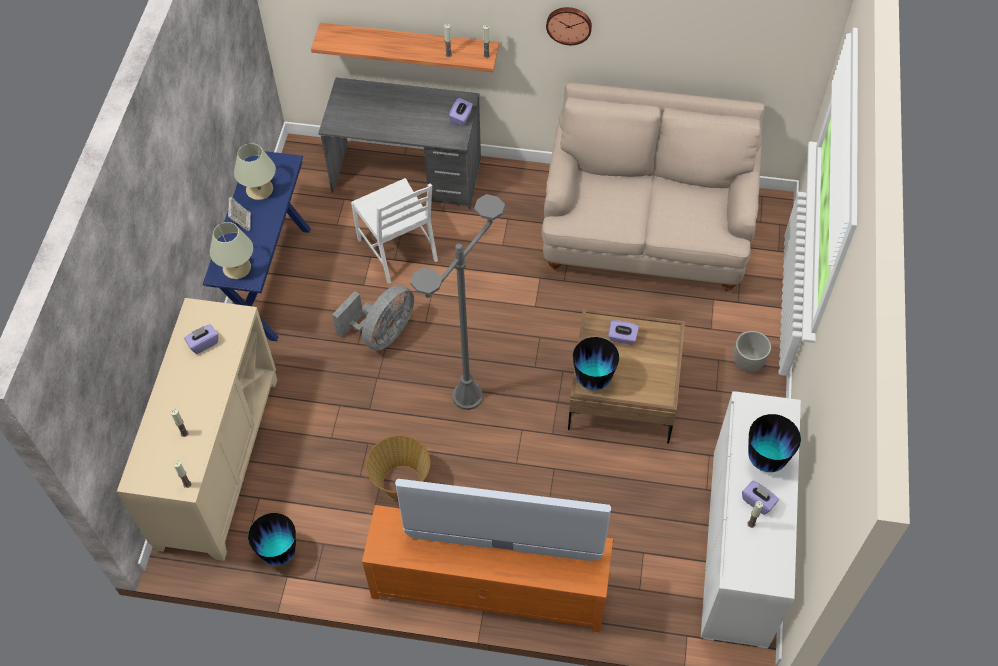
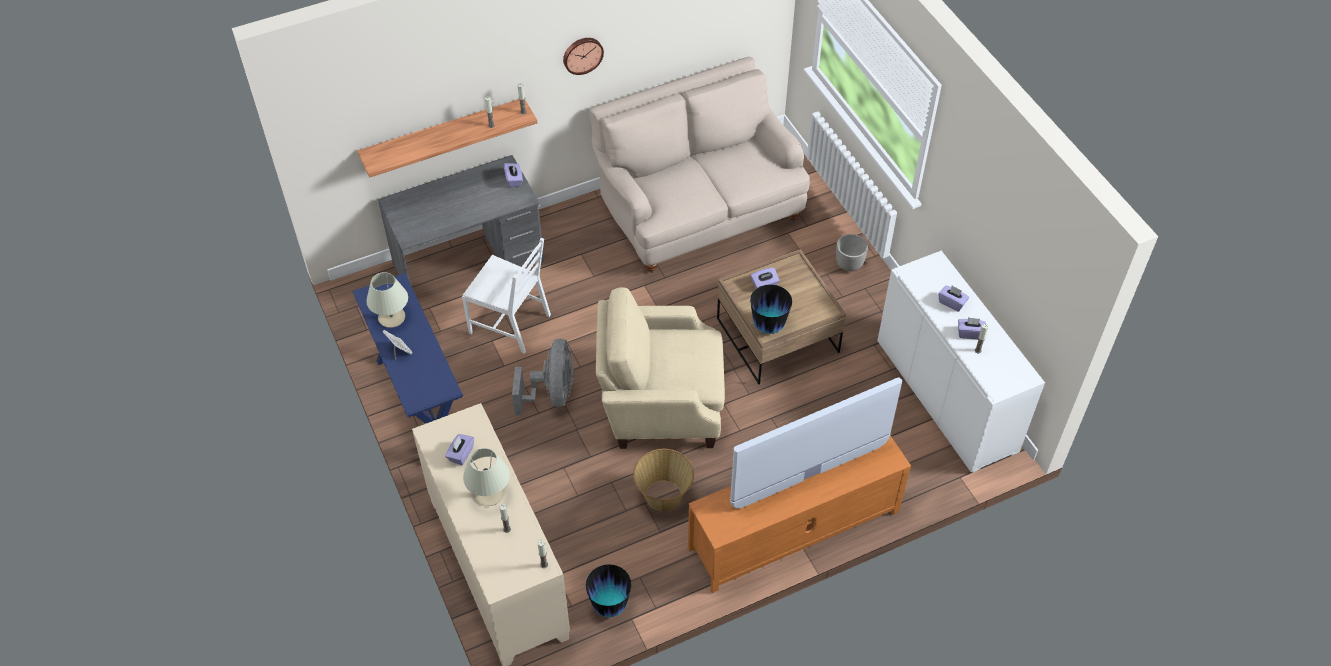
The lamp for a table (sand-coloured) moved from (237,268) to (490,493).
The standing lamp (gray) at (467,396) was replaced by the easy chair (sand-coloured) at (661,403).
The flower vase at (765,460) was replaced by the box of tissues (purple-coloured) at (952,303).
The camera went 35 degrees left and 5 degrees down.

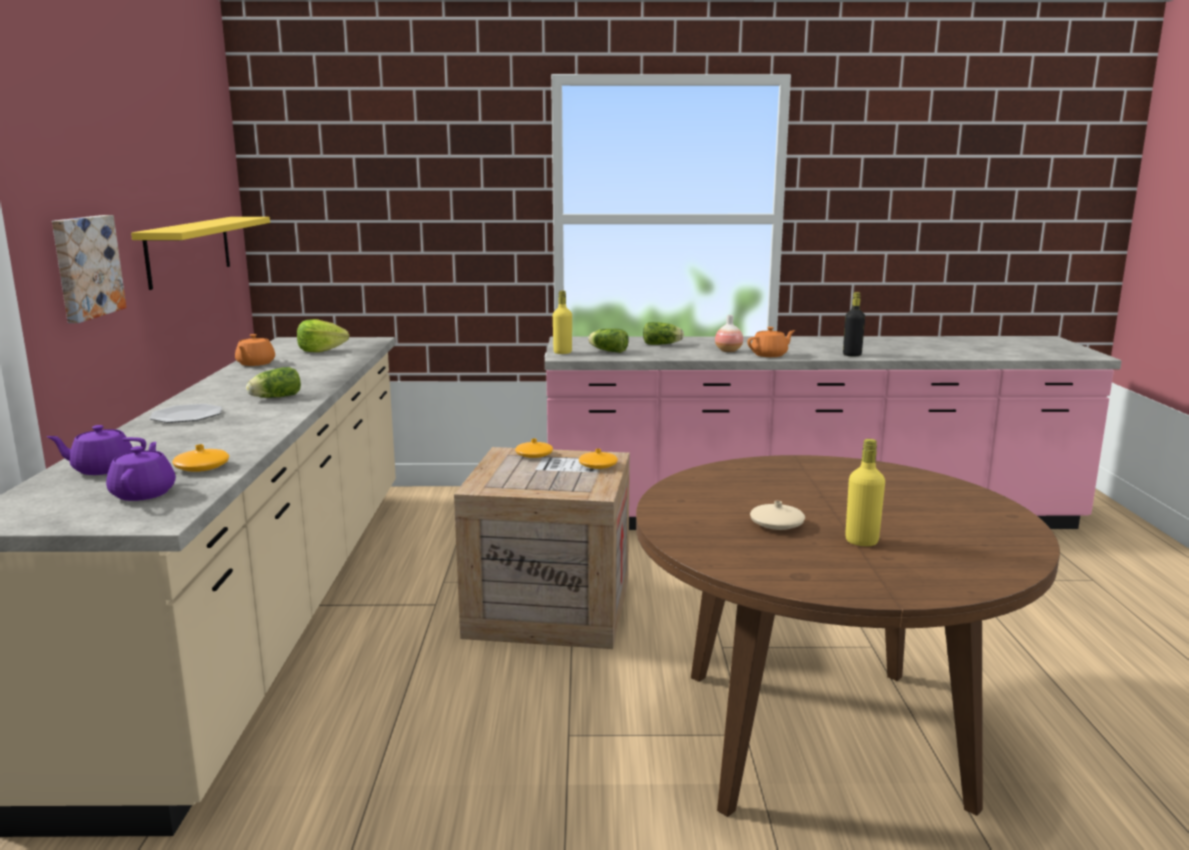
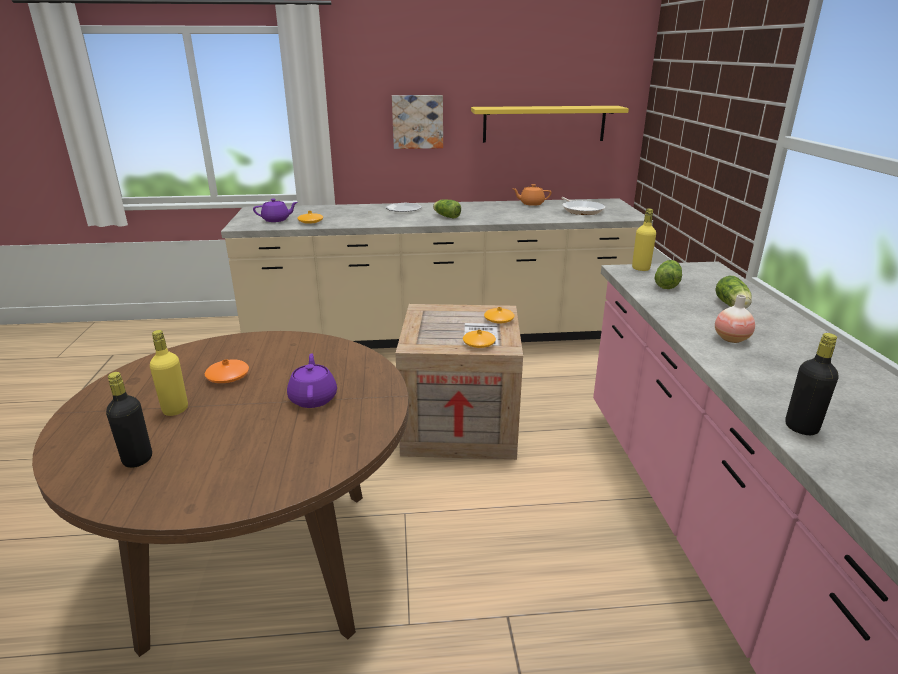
The pot for tea (purple-coloured) moved from (102,469) to (313,398).
The head of lettuce at (320,351) was replaced by the frying pan at (581,210).
The pot for tea (orangey) at (770,355) disappeared.
The flower vase (sand-coloured) at (776,524) became the flower vase (orangey) at (228,377).
The bottle (black-coloured) at (138,459) appeared.
The camera went 85 degrees right and 10 degrees up.

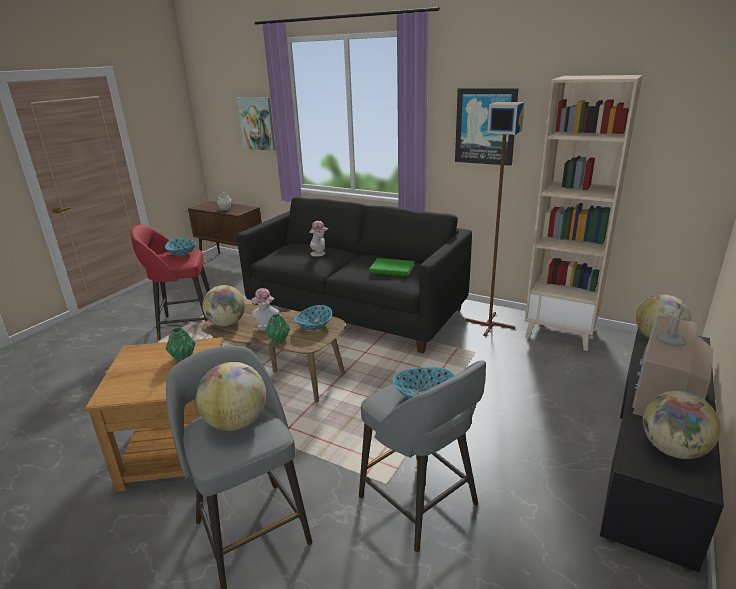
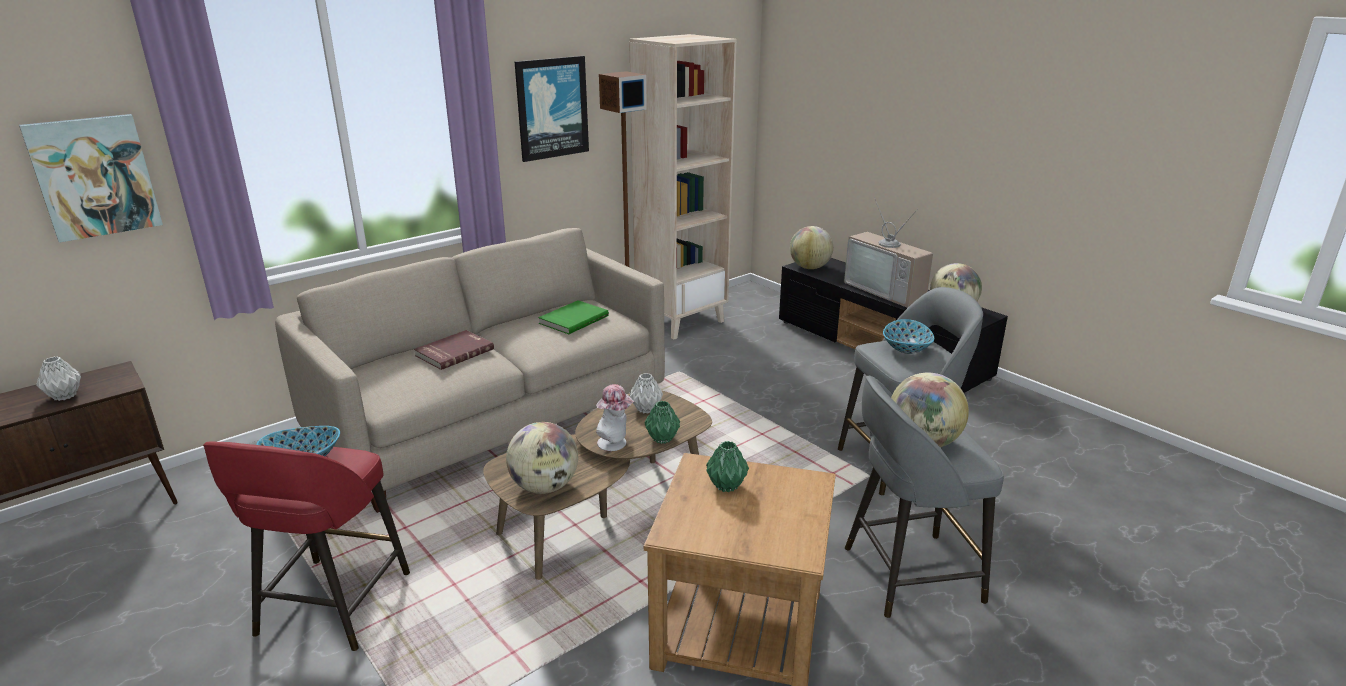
The couch (black-coloured) at (356,310) became the couch (sand-coloured) at (493,420).
The bowl at (314,326) was replaced by the flower vase (gray) at (645,409).
The wearable hat at (320,253) was replaced by the bound book (red) at (454,352).
The camera went 70 degrees left and 0 degrees up.

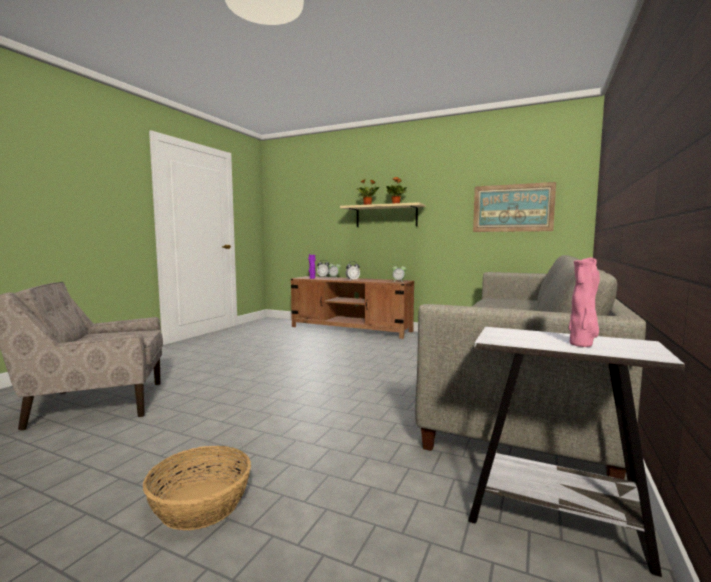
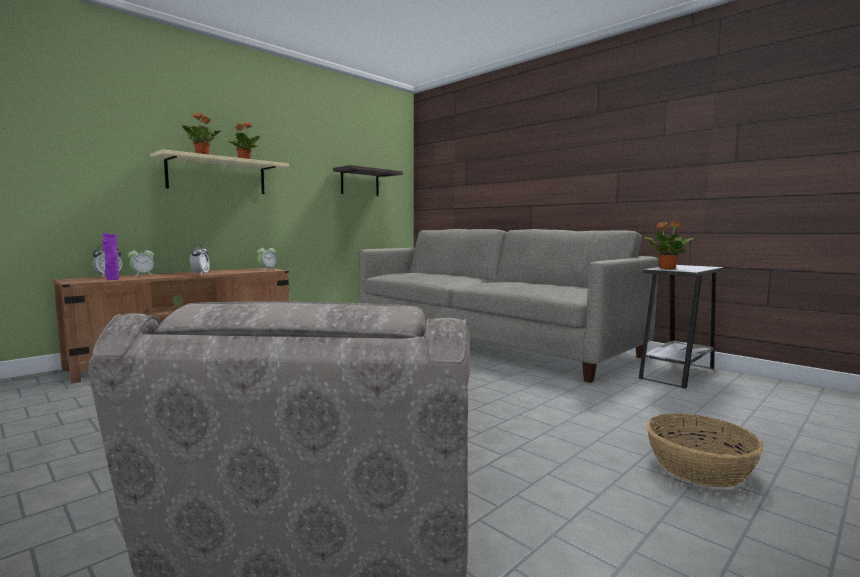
The picture at (512,208) was replaced by the shelf at (360,183).
The flower vase (pinkish) at (582,345) disappeared.
The plant in a pot at (666,269) appeared.
The camera went 70 degrees left and 0 degrees up.

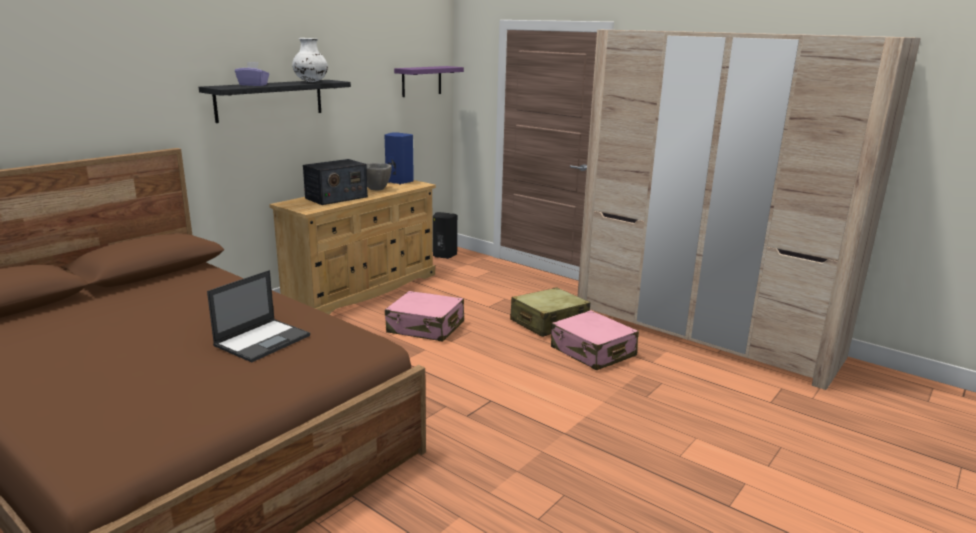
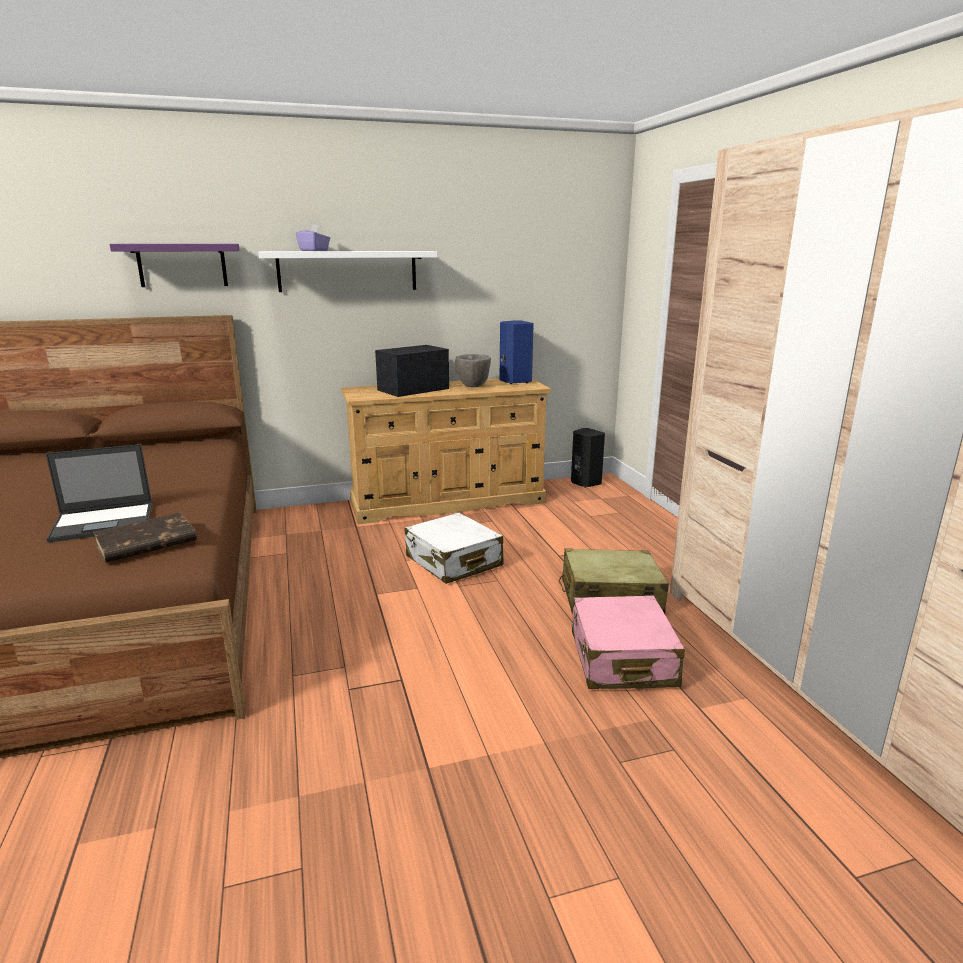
The shelf (black-coloured) at (270,100) became the shelf (white) at (347,271).
The flower vase (white) at (311,82) disappeared.
The radio receiver at (336,198) turned 150 degrees clockwise.
The piece of luggage (pinkish) at (425,327) became the piece of luggage (white) at (453,562).
The shelf (purple-coloured) moved from (421,81) to (182,265).
The bound book (brown) at (145,543) appeared.
The camera went 35 degrees right and 0 degrees up.

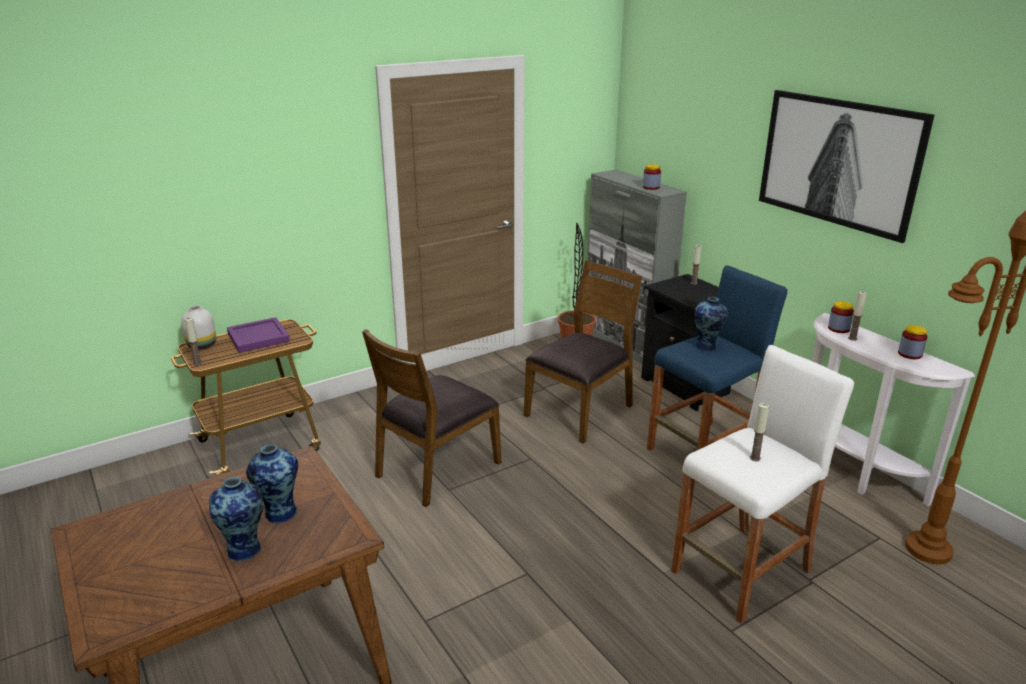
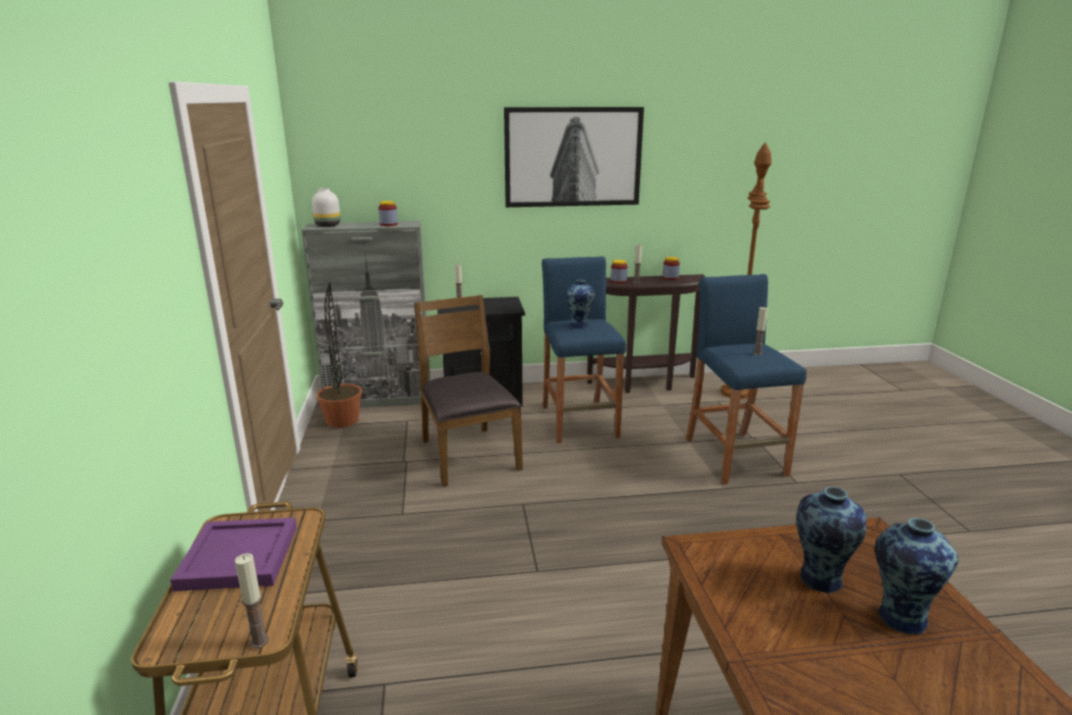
The flower vase (white) moved from (202,346) to (328,225).
The plain chair (brown) at (436,468) disappeared.
The sitting stool (white) at (742,572) became the sitting stool (blue) at (735,457).
The hall table (white) at (850,472) became the hall table (brown) at (645,384).
The camera went 65 degrees left and 5 degrees down.

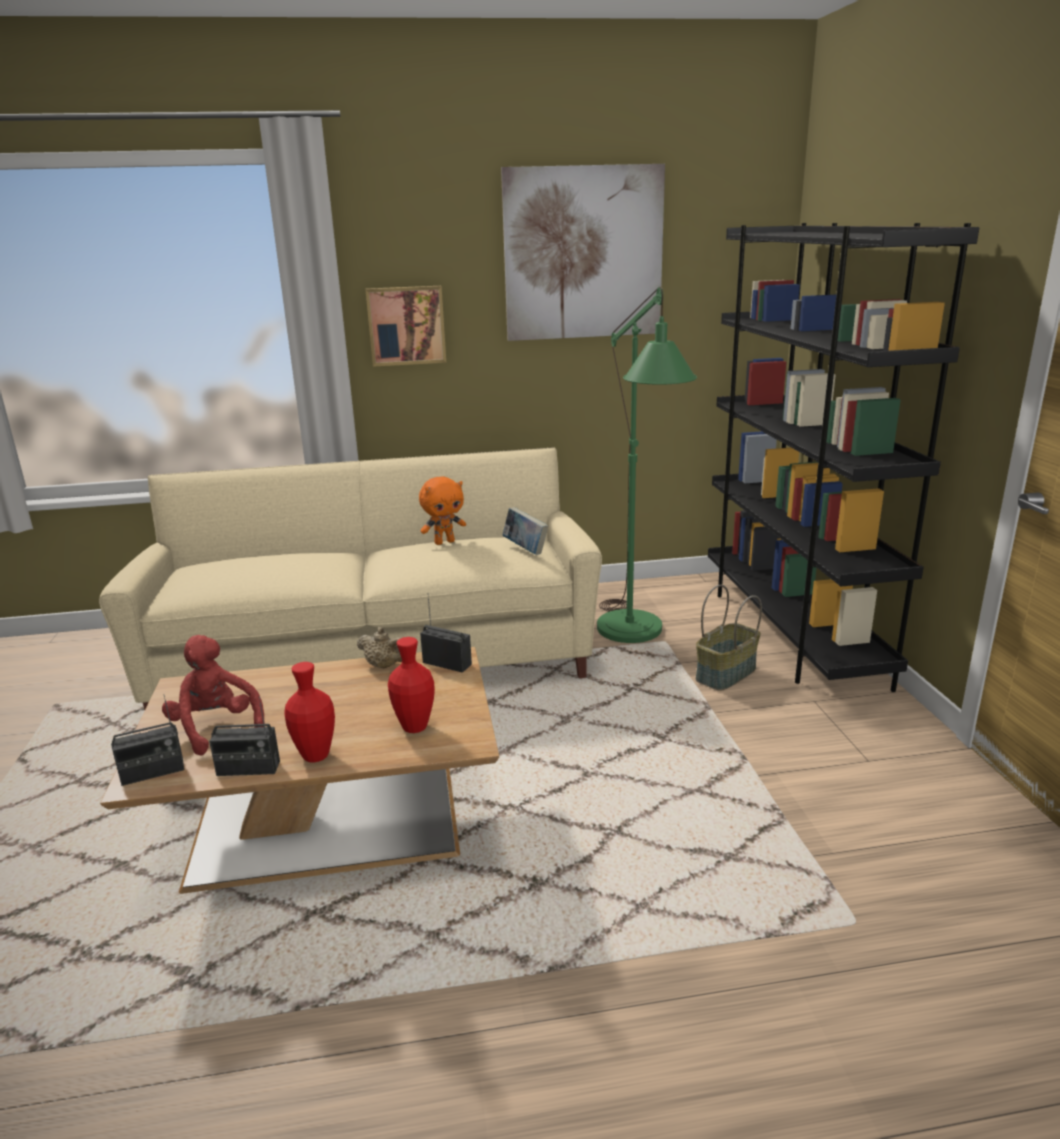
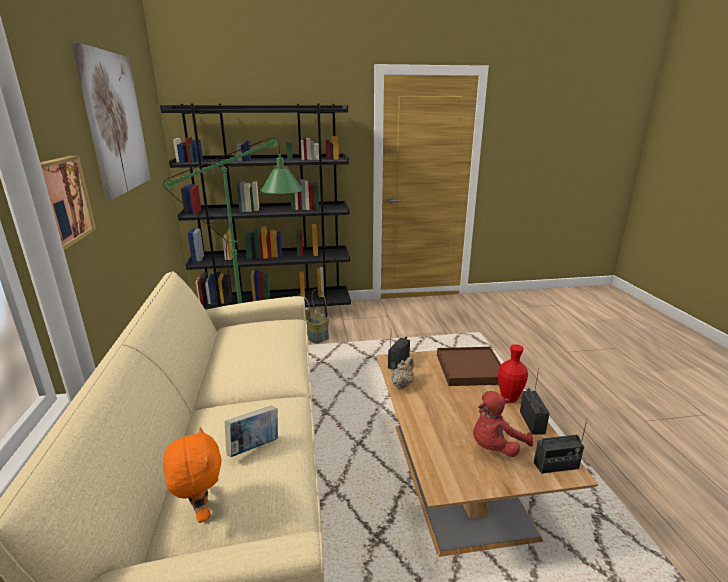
The radio receiver at (153,772) turned 105 degrees clockwise.
The flower vase (red) at (415,727) was replaced by the carrying tray (brown) at (470,369).
The plush toy (orangey) moved from (444,542) to (200,512).
The bound book moved from (525,549) to (254,447).
The camera went 90 degrees left and 0 degrees up.

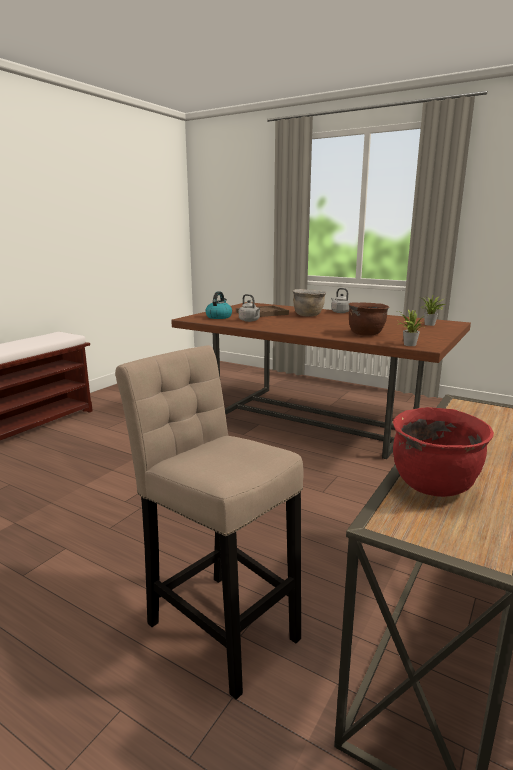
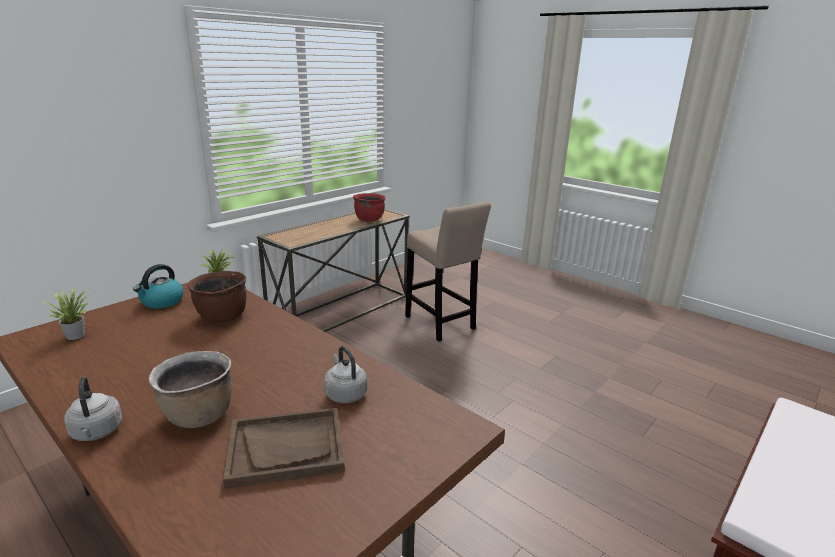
The tea kettle moved from (219,317) to (162,302).
The camera went 170 degrees left and 5 degrees up.

